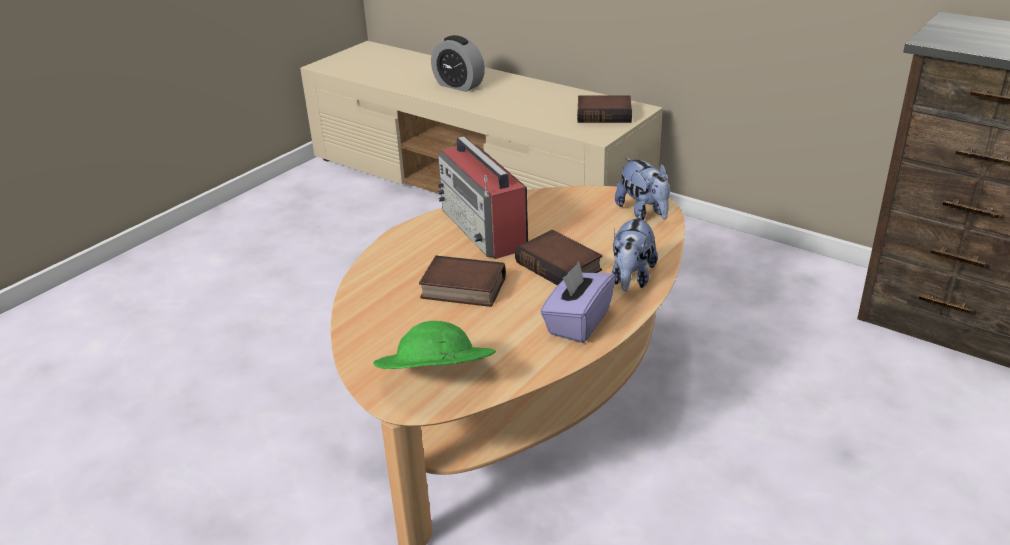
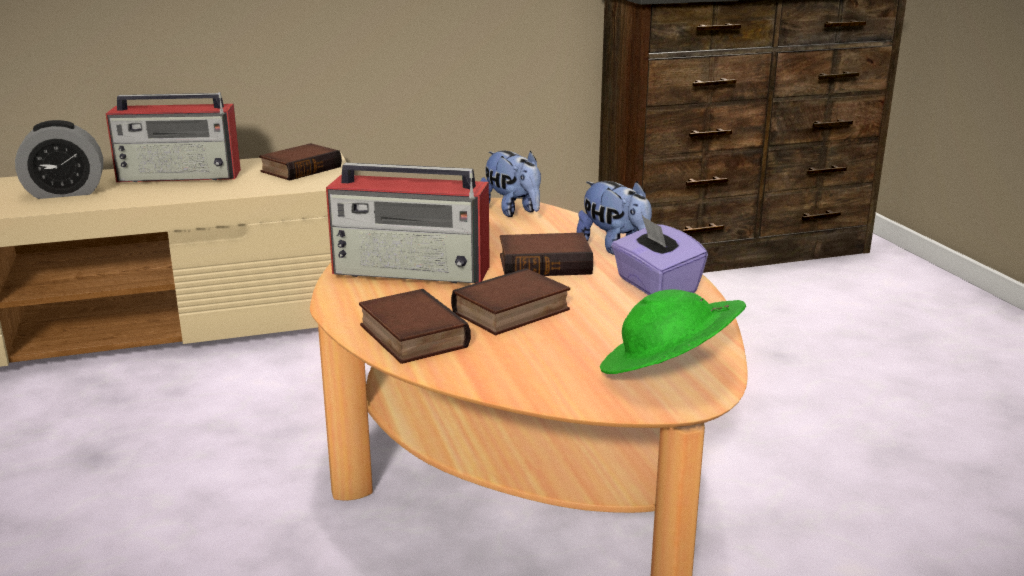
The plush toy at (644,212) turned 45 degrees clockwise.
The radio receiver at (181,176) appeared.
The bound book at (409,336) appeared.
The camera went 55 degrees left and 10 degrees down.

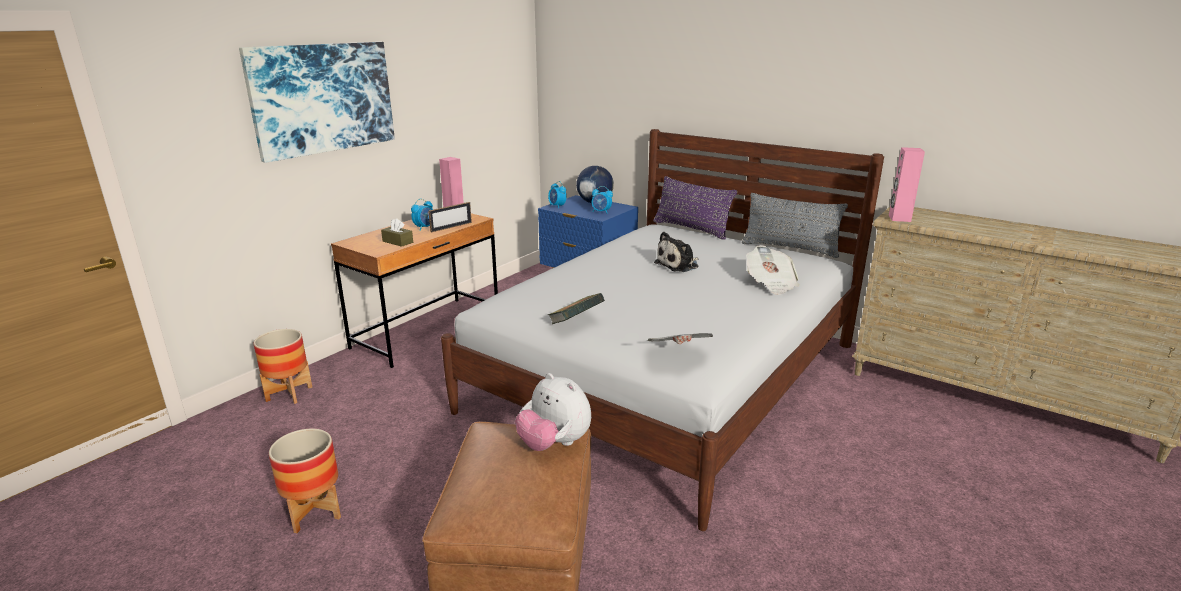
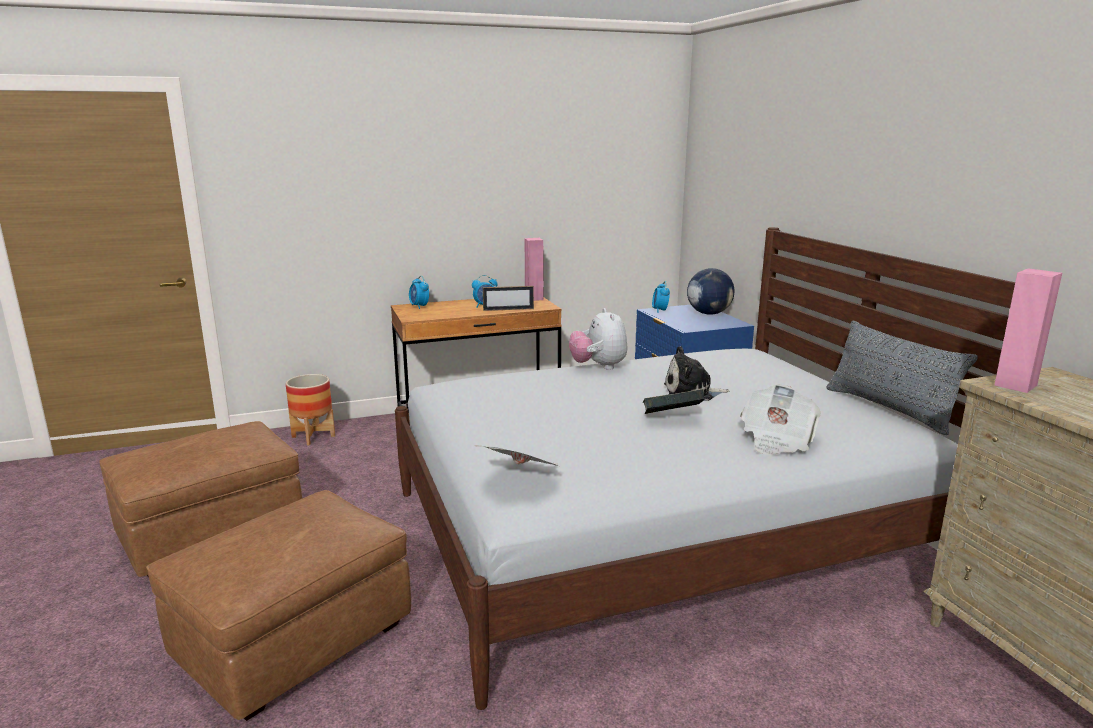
The picture at (323,98) disappeared.
The planter at (314,513) was replaced by the footrest (brown) at (212,534).
The box of tissues (brown) at (398,242) disappeared.
The plush toy moved from (554,444) to (598,367).
The bound book moved from (576,323) to (671,419).
The alarm clock moved from (601,212) to (419,306).
The pillow (purple-coloured) at (691,229) disappeared.
The camera went 35 degrees right and 5 degrees down.

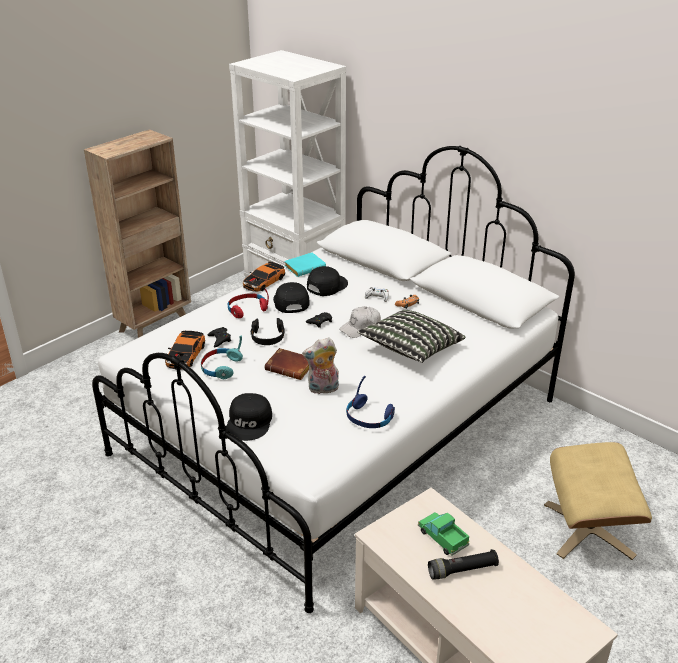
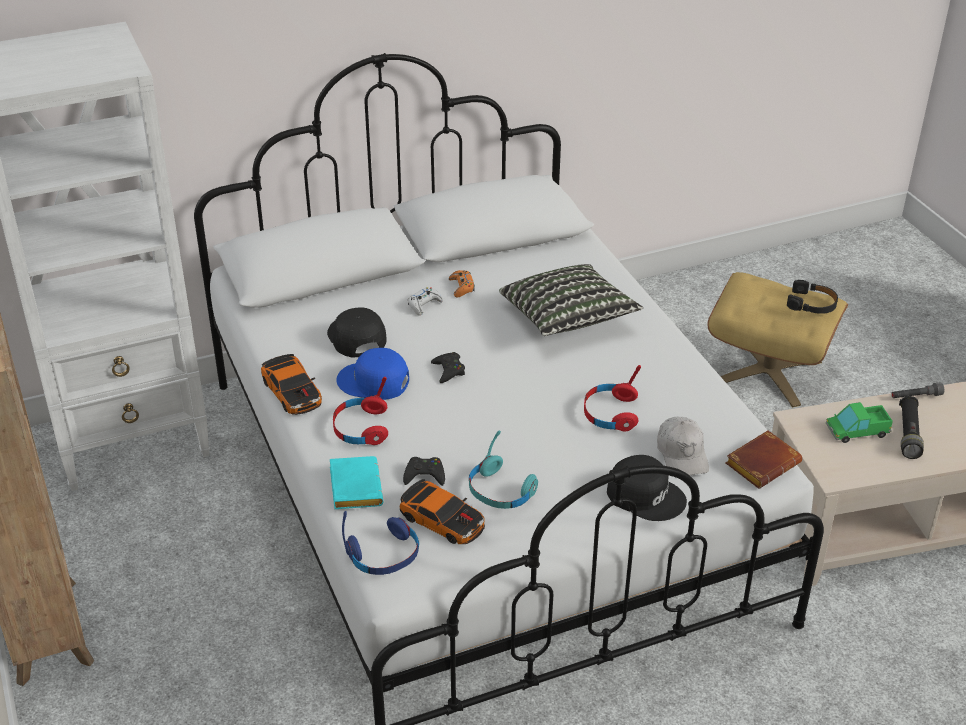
The pair of headphones (black-coloured) moved from (267,337) to (812,304).
The bound book (brown) moved from (291,367) to (762,463).
The baseball cap (black-coloured) at (290,302) became the baseball cap (blue) at (373,382).
The bound book (turquoise-coloured) moved from (305,267) to (353,487).
The plush toy at (323,389) was replaced by the pair of headphones (red) at (610,413).
The baseball cap (white) moved from (360,327) to (682,454).
The pair of headphones (blue) moved from (369,418) to (384,555).
The torch (gray) at (915,397) appeared.
The camera went 65 degrees left and 5 degrees up.

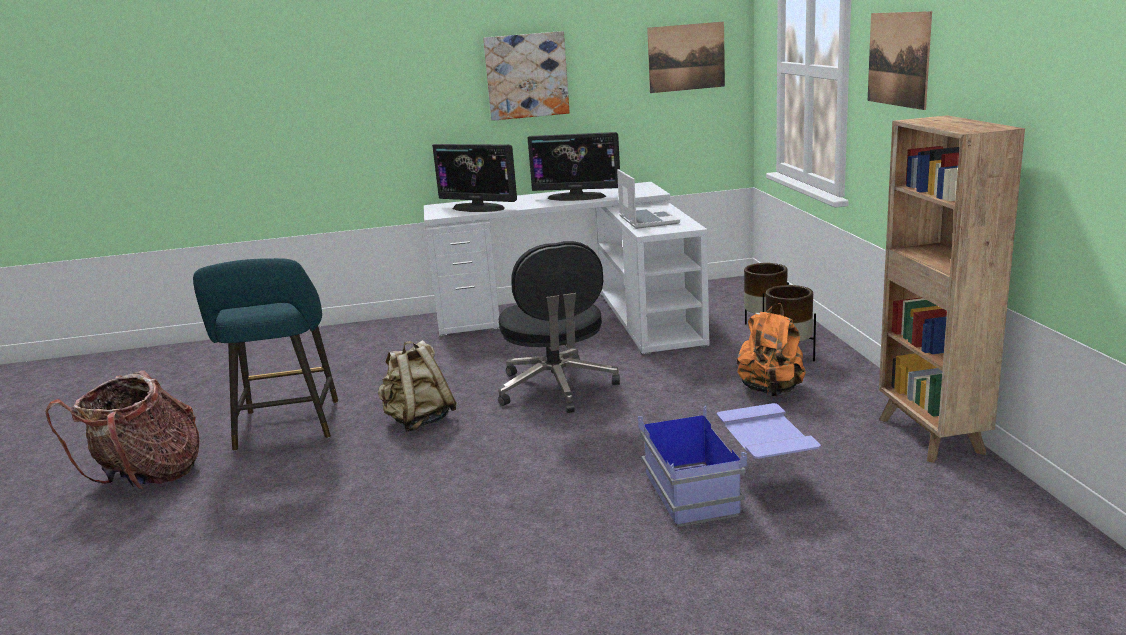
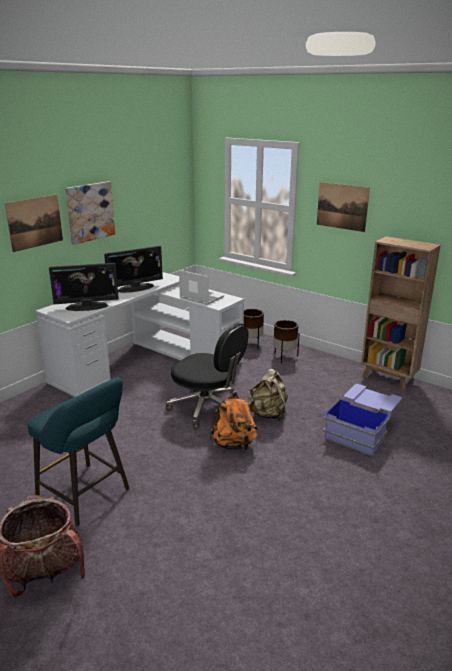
The backpack (sand-coloured) moved from (419,421) to (268,415).
The picture moved from (686,57) to (35,222).
The backpack (orangey) moved from (771,390) to (234,445).
The camera went 45 degrees left and 5 degrees up.

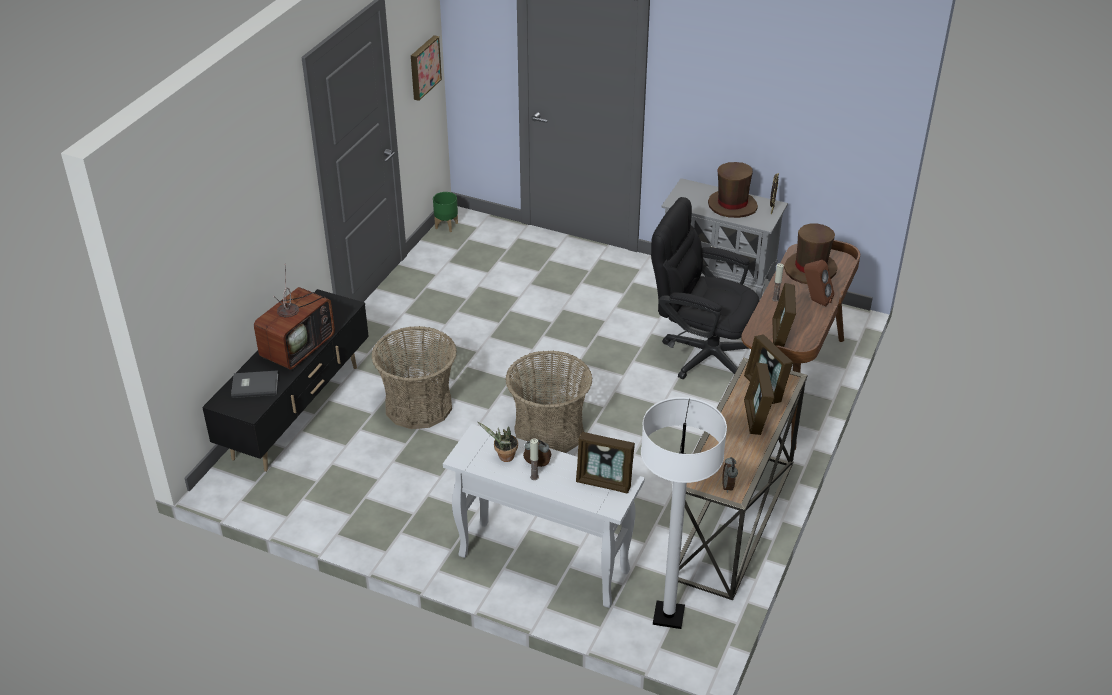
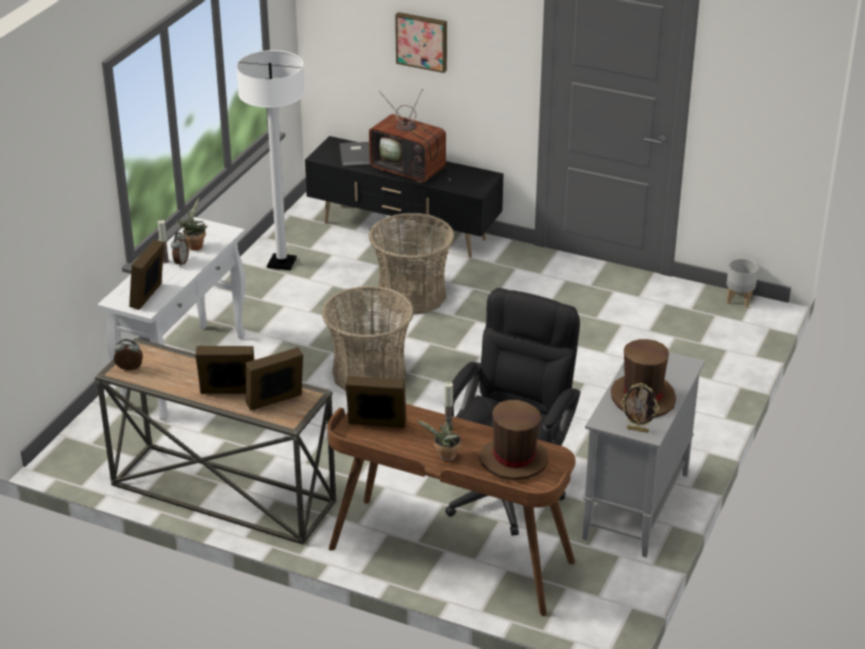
The picture moved from (423,67) to (422,41).
The planter (greenish) at (446,225) became the planter (gray) at (739,300).
The standing lamp (white) moved from (668,616) to (282,263).
The loudspeaker (brown) at (815,301) was replaced by the plant in a pot at (445,457).
The camera went 90 degrees right and 5 degrees down.

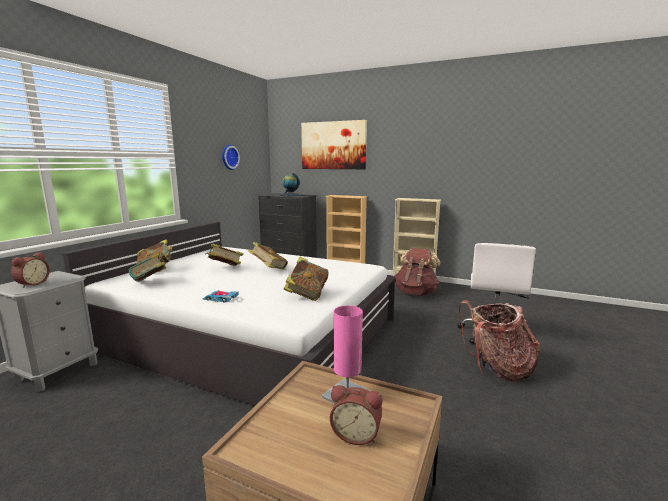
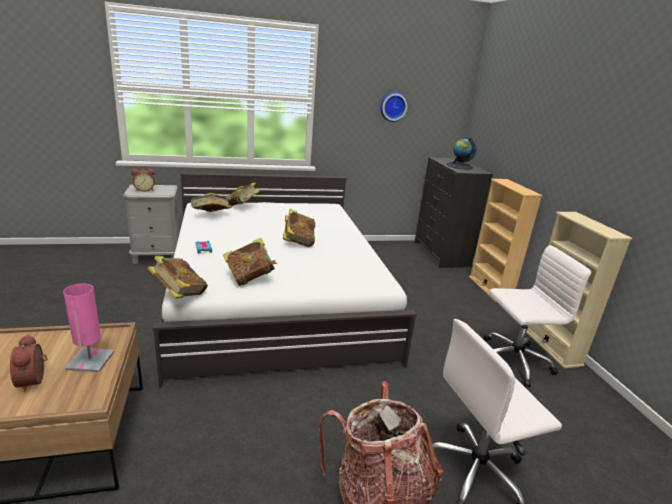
The bound book moved from (225,269) to (179,294).
The picture at (333,145) disappeared.
The backpack (brown) at (415,293) was replaced by the computer chair (white) at (513,360).
The camera went 50 degrees right and 10 degrees up.

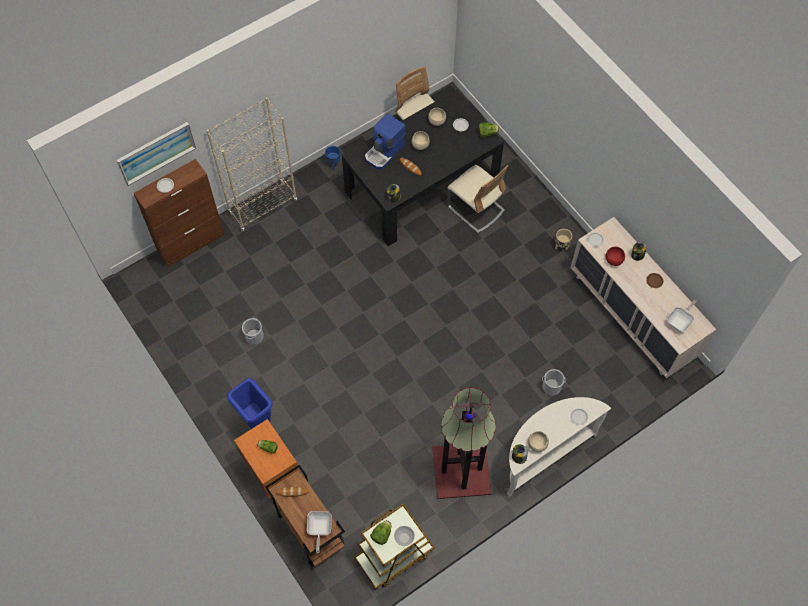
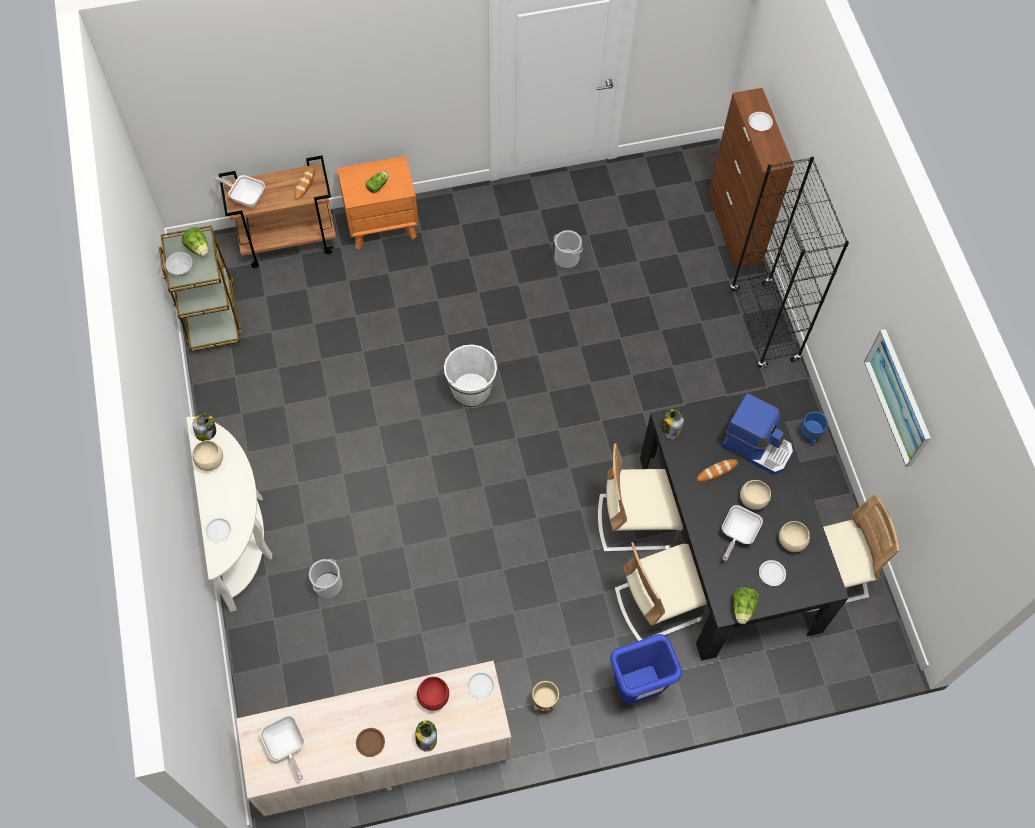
The picture moved from (156,152) to (898,397).
The bookshelf (sand-coloured) at (263,206) became the bookshelf (black-coloured) at (764,325).
The waste bin (blue) moved from (257,420) to (636,688).
The coffee brewer at (385,152) turned 150 degrees clockwise.
The standing lamp at (460,471) disappeared.
The bucket (white) at (471,391) appeared.
The plain chair (sand-coloured) at (635,522) appeared.
The frying pan at (736,534) appeared.
The camera went 110 degrees right and 0 degrees up.

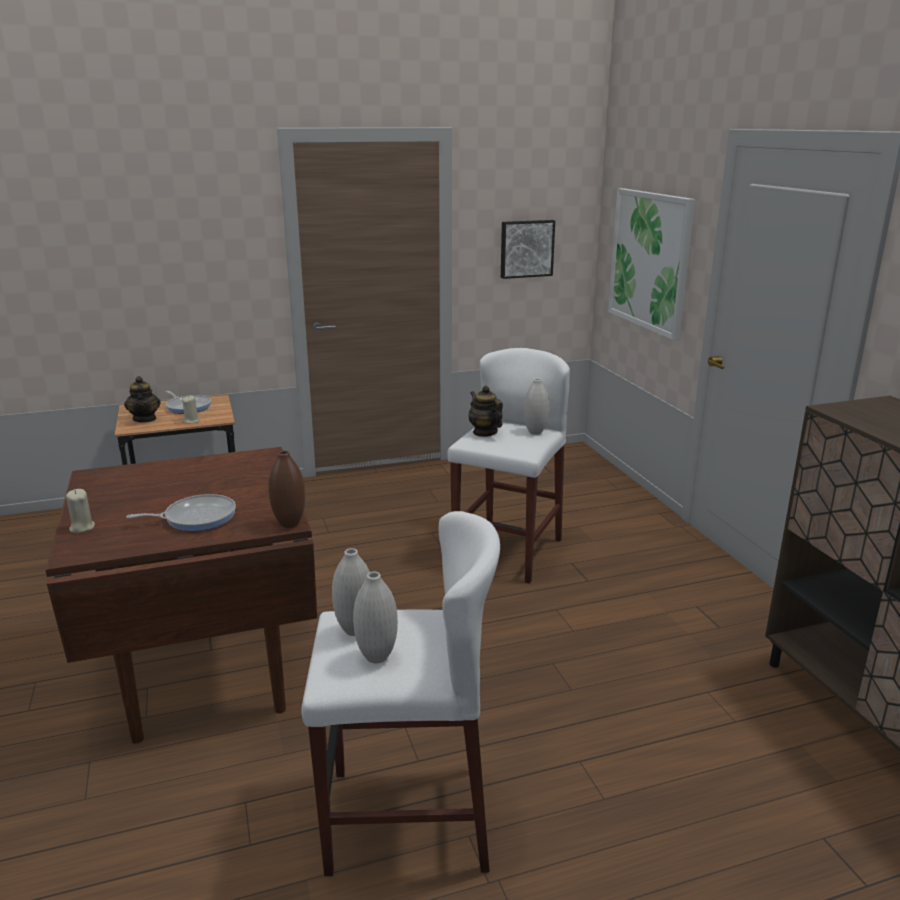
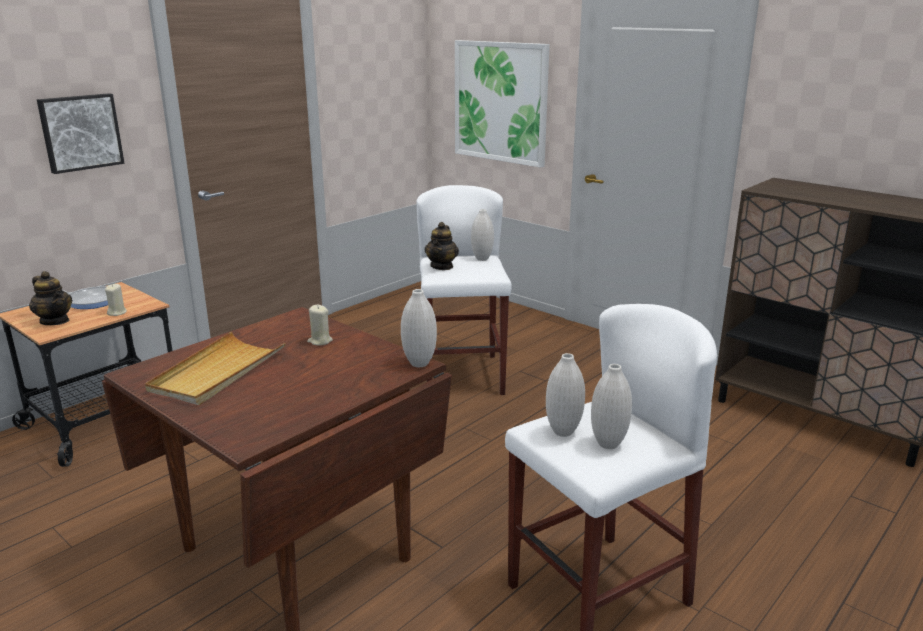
The candle (sand-coloured) moved from (82,527) to (320,341).
The frying pan at (196,518) disappeared.
The flower vase (brown) at (289,524) became the flower vase (white) at (419,363).
The pot for tea at (485,432) turned 105 degrees counterclockwise.
The picture moved from (526,248) to (80,132).
The carrying tray (sand-coloured) at (217,372) appeared.
The camera went 30 degrees left and 0 degrees up.

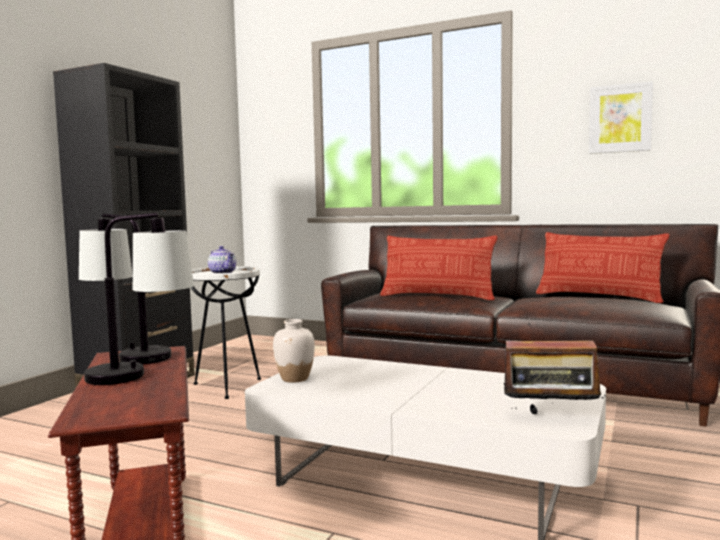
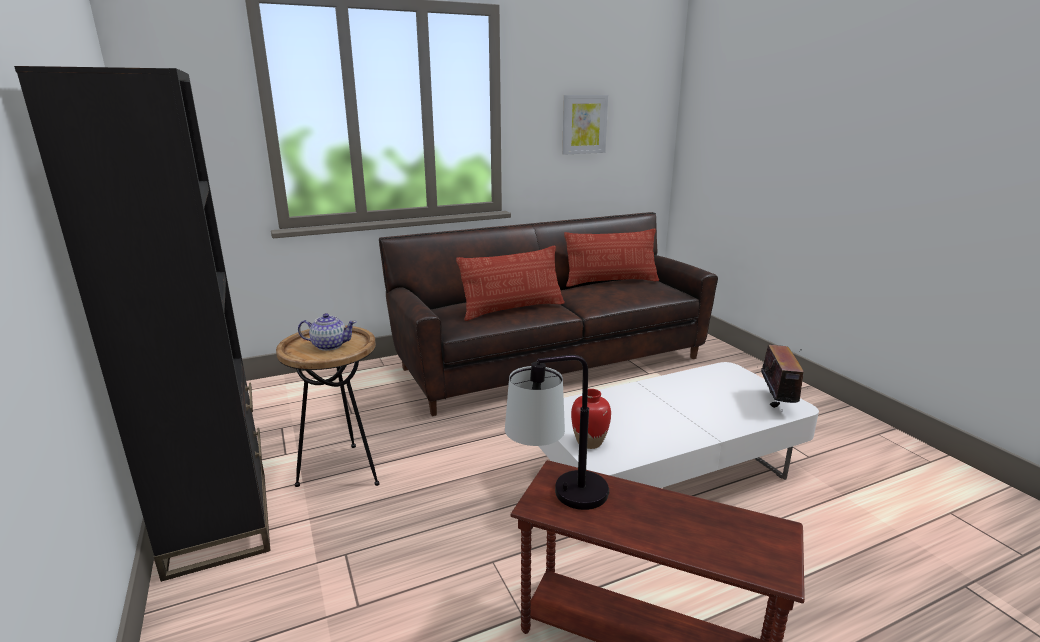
The lamp for a table at (142,376) disappeared.
The end table (white) at (227,386) became the end table (brown) at (343,471).
The flower vase (white) at (295,379) became the flower vase (red) at (589,442).
The radio receiver at (551,418) turned 45 degrees counterclockwise.
The camera went 50 degrees left and 15 degrees up.

